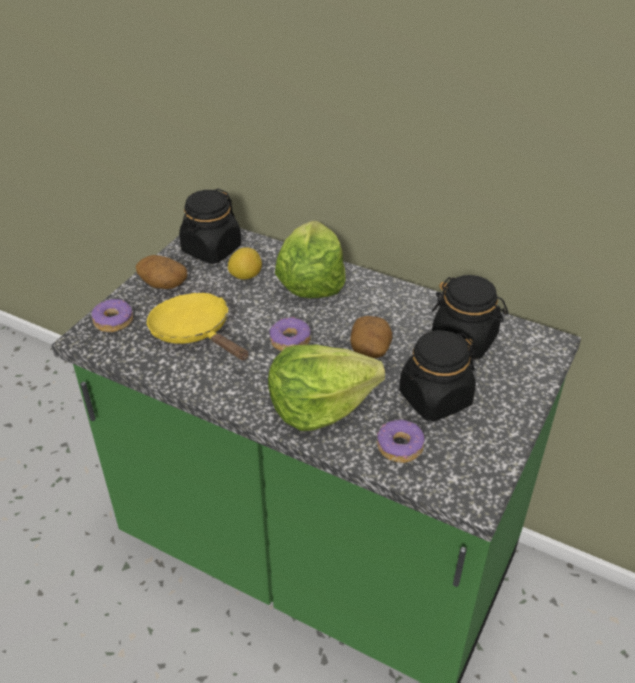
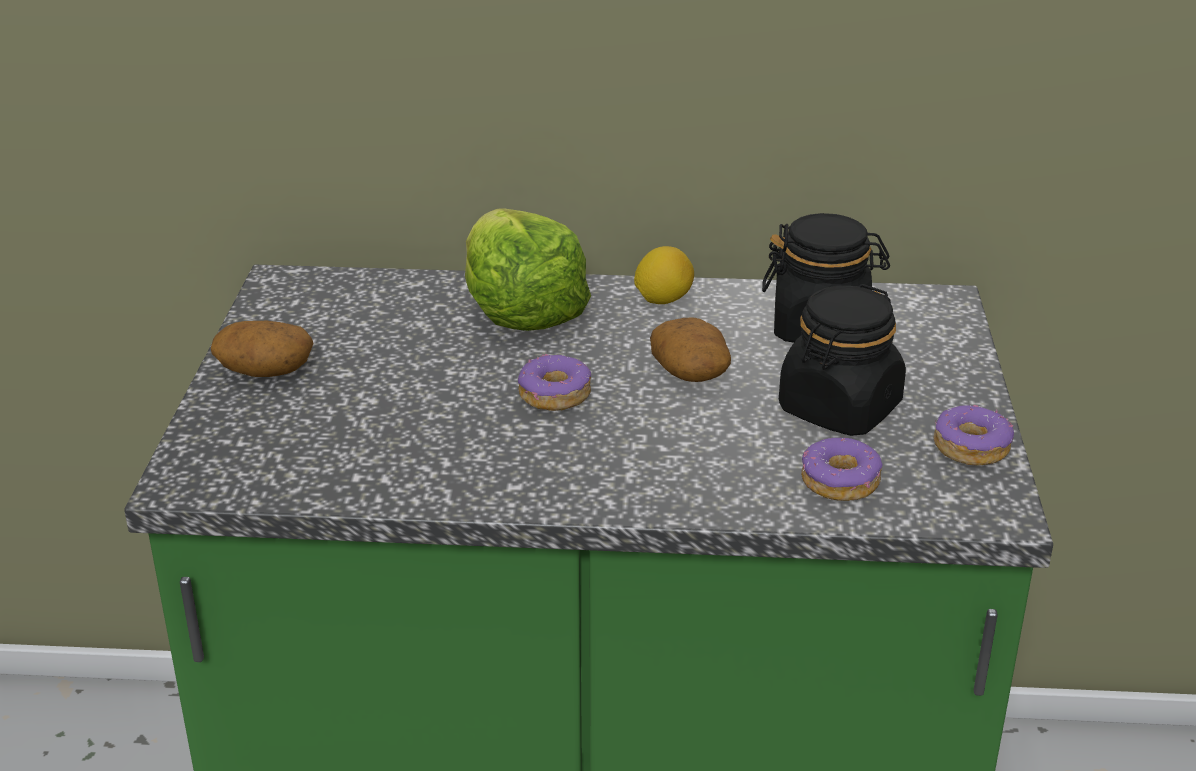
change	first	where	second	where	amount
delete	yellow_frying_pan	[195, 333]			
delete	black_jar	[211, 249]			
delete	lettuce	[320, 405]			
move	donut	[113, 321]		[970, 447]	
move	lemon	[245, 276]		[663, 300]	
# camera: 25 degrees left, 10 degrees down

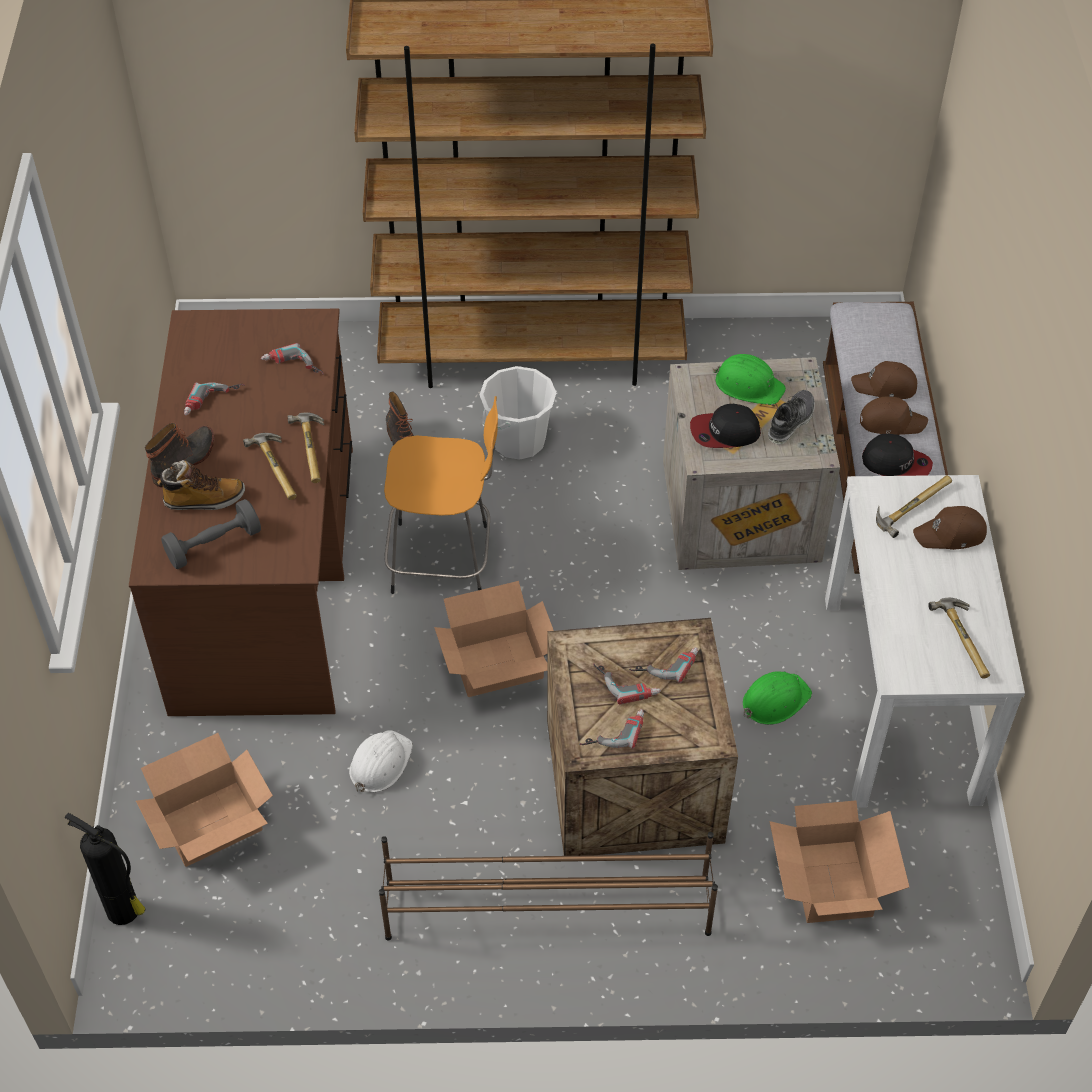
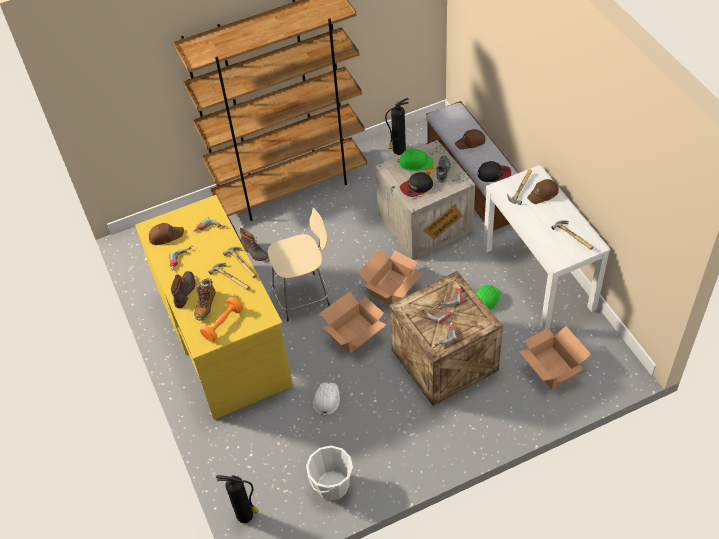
change	first	where	second	where	amount
delete	brown_shoe_rack	[546, 908]			
insert			fire_extinguisher	[398, 151]	
move	cardboard_box	[210, 823]		[390, 287]	
move	white_bucket	[518, 440]		[332, 485]	
move	brown_cap	[891, 422]		[166, 236]	
recolor	brown_desk	[267, 575]	yellow_desk	[223, 336]	
recolor	grey_dumbbell	[214, 545]	orange_dumbbell	[223, 324]	
recolor	orange_stool	[444, 559]	beige_stool	[303, 296]	
rotate	boot	[204, 500]		[205, 305]	135 degrees clockwise
# camera: 20 degrees left, 0 degrees up

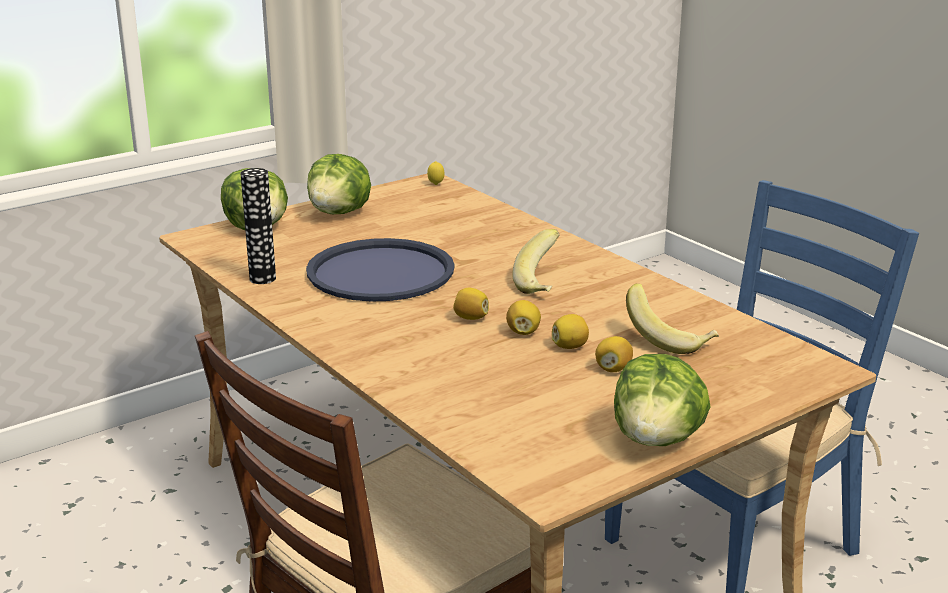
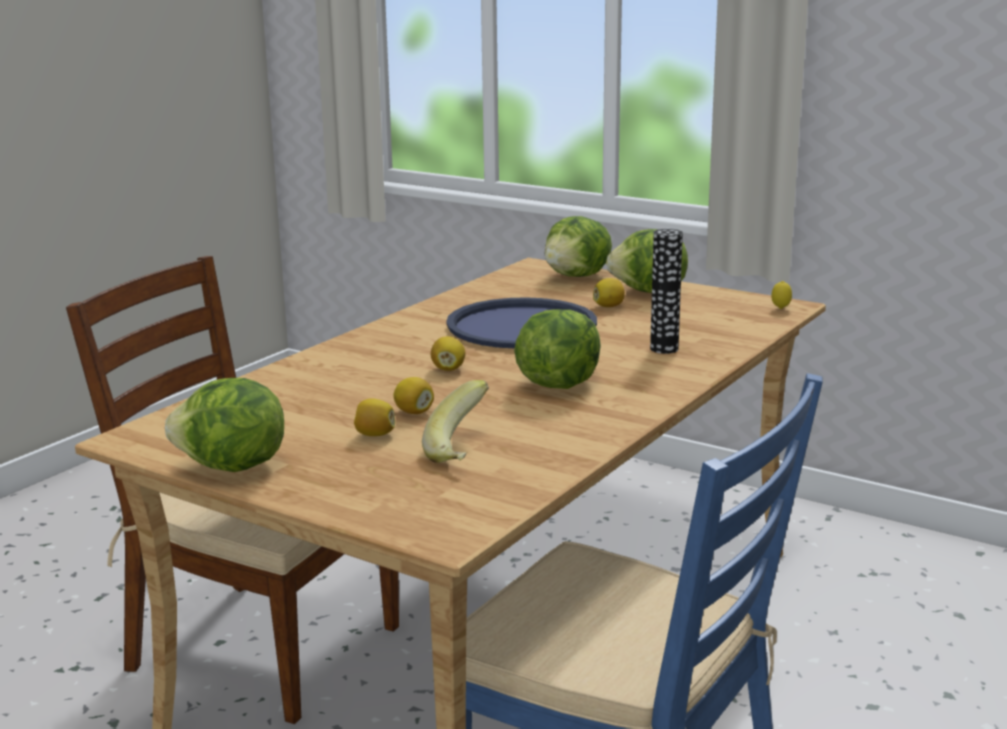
change	first	where	second	where	amount
move	vase	[262, 279]		[664, 349]	
move	lemon	[523, 332]		[609, 306]	
replace	banana	[543, 284]	lettuce	[558, 383]	
# camera: 70 degrees right, 5 degrees down

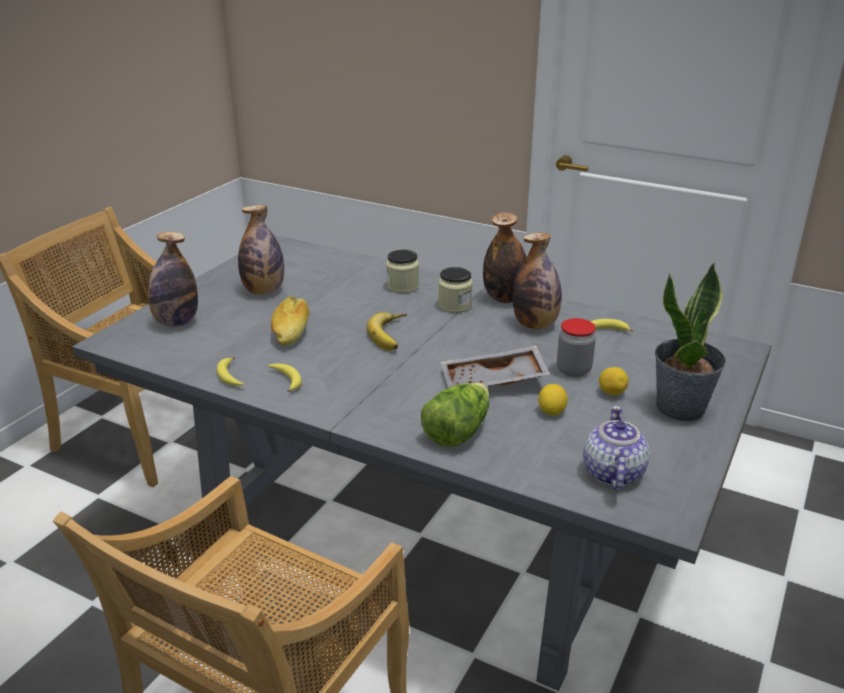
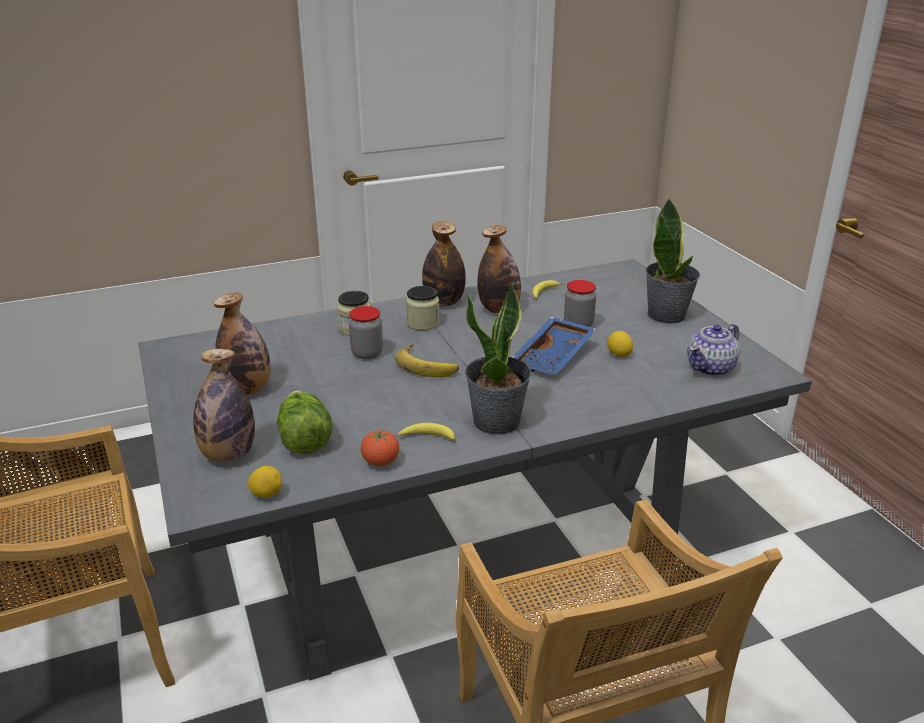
change	first	where	second	where	amount
delete	bread	[292, 331]			
insert			jar	[367, 353]	
insert			potted_plant	[497, 422]	
move	lettuce	[457, 431]		[304, 438]	
move	lemon	[611, 393]		[267, 494]	
replace	banana	[230, 377]	tomato	[380, 462]	
recolor	grey_tray	[493, 382]	blue_tray	[554, 357]	
rotate	teapot	[612, 473]		[711, 368]	90 degrees counterclockwise
# camera: 50 degrees left, 0 degrees up

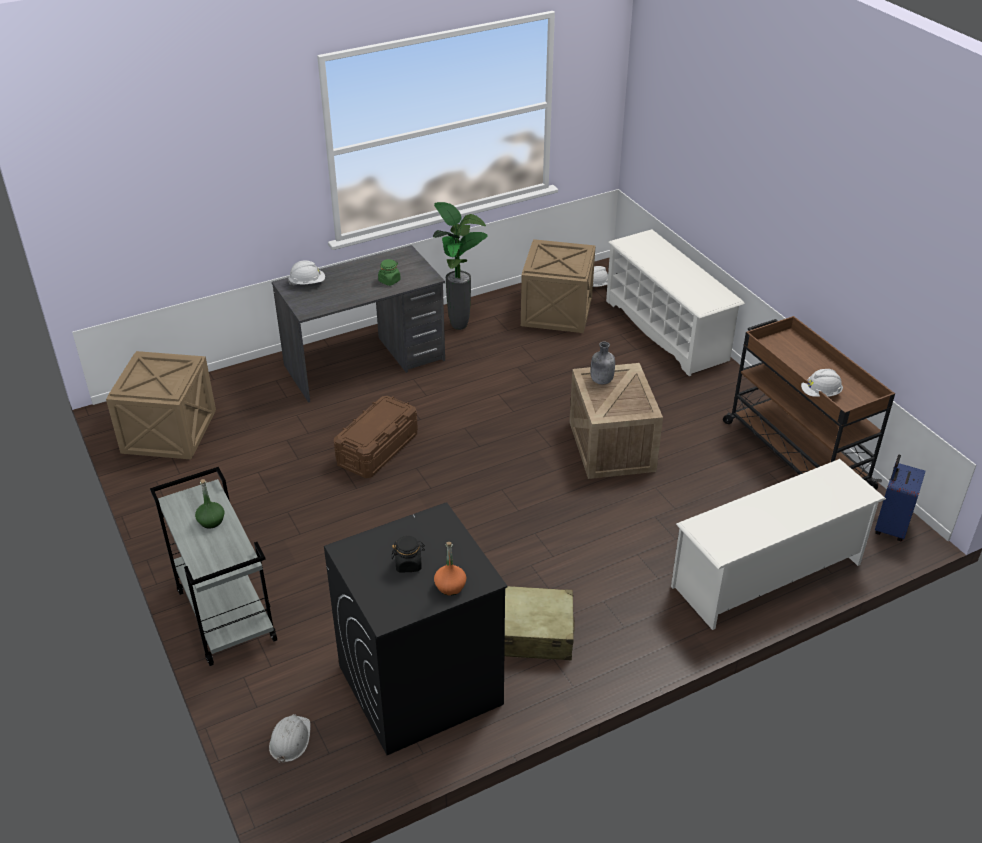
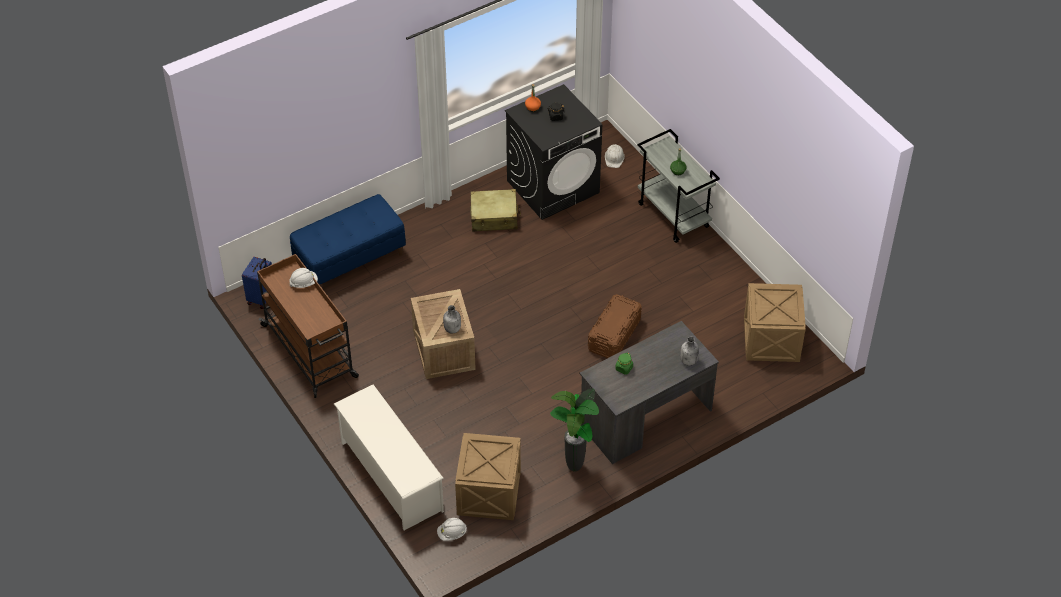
change	first	where	second	where	amount
replace	white_hard_hat	[307, 283]	grey_bottle	[689, 361]	
replace	white_shoe_rack	[767, 575]	blue_bench	[350, 260]	
# camera: 175 degrees right, 10 degrees up

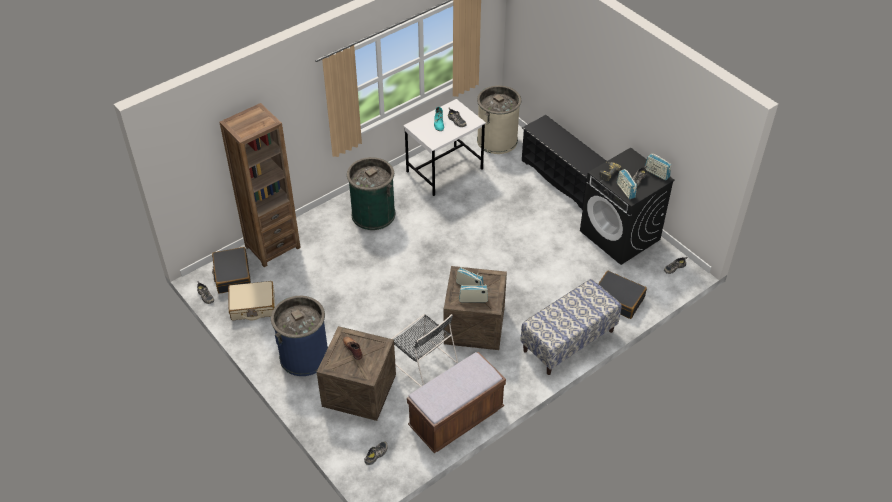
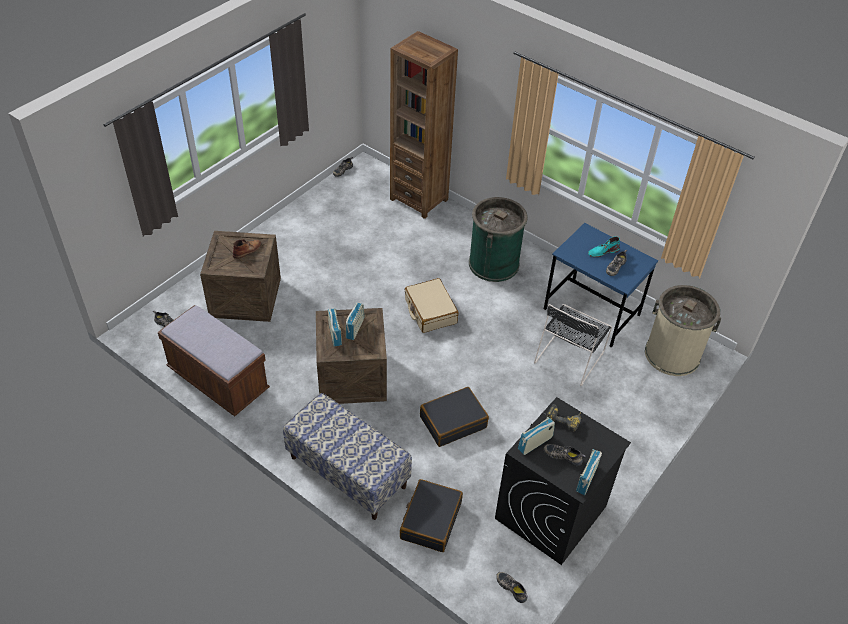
change	first	where	second	where	amount
delete	blue_trash_can	[304, 356]			
delete	black_shoe_rack	[563, 178]			
move	black_suitcase	[232, 275]		[453, 422]	
move	beige_suitcase	[253, 306]		[430, 311]	
move	black_chair	[422, 361]		[570, 356]	
recolor	white_desk	[444, 170]	blue_desk	[592, 312]	
# camera: 75 degrees right, 0 degrees up

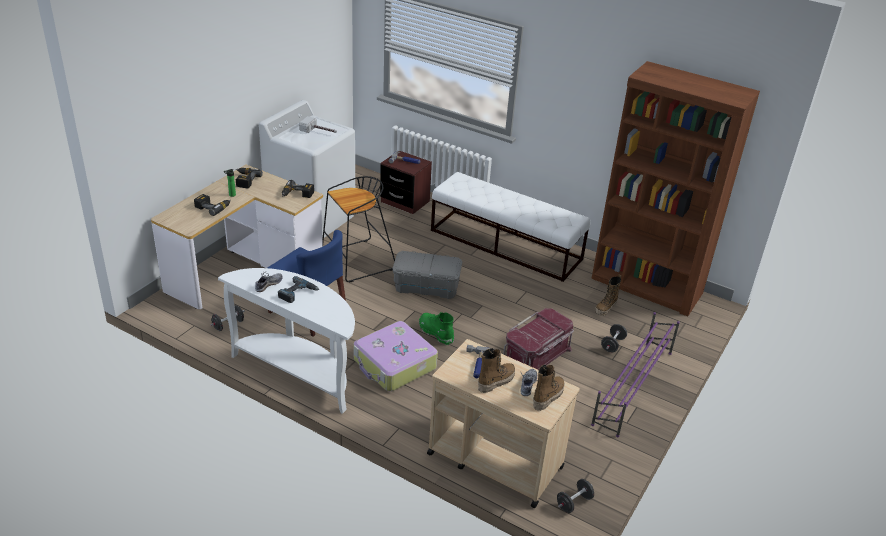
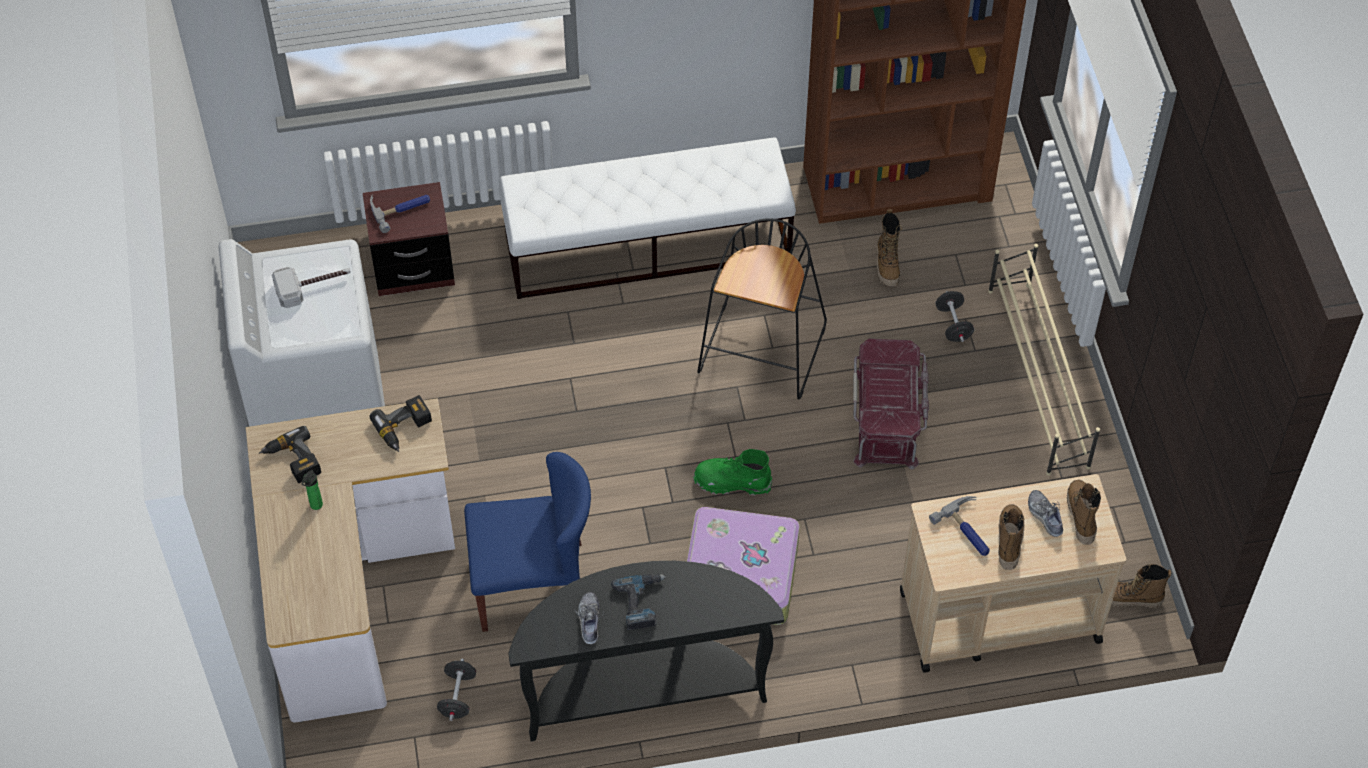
change	first	where	second	where	amount
delete	power_drill	[213, 207]			
delete	grey_storage_box	[426, 286]			
move	black_stool	[357, 261]		[762, 352]	
replace	black_dumbbell	[574, 502]	boot	[1130, 599]	
recolor	white_console_table	[299, 373]	black_console_table	[643, 690]	
recolor	purple_shoe_rack	[632, 387]	beige_shoe_rack	[1037, 378]	
# camera: 40 degrees left, 20 degrees up

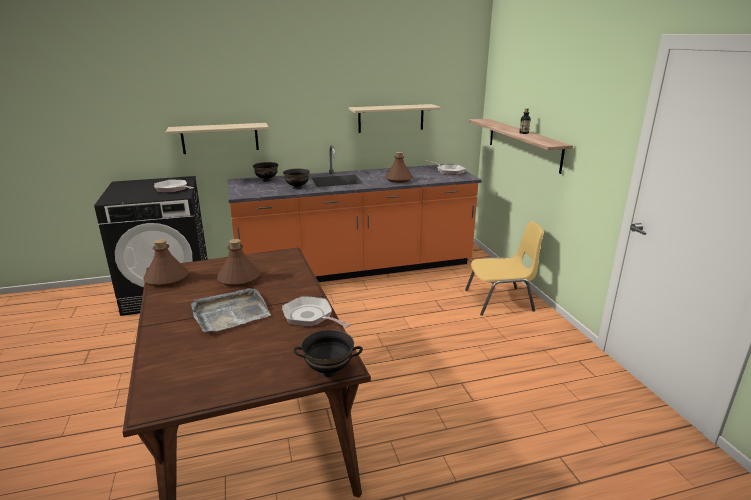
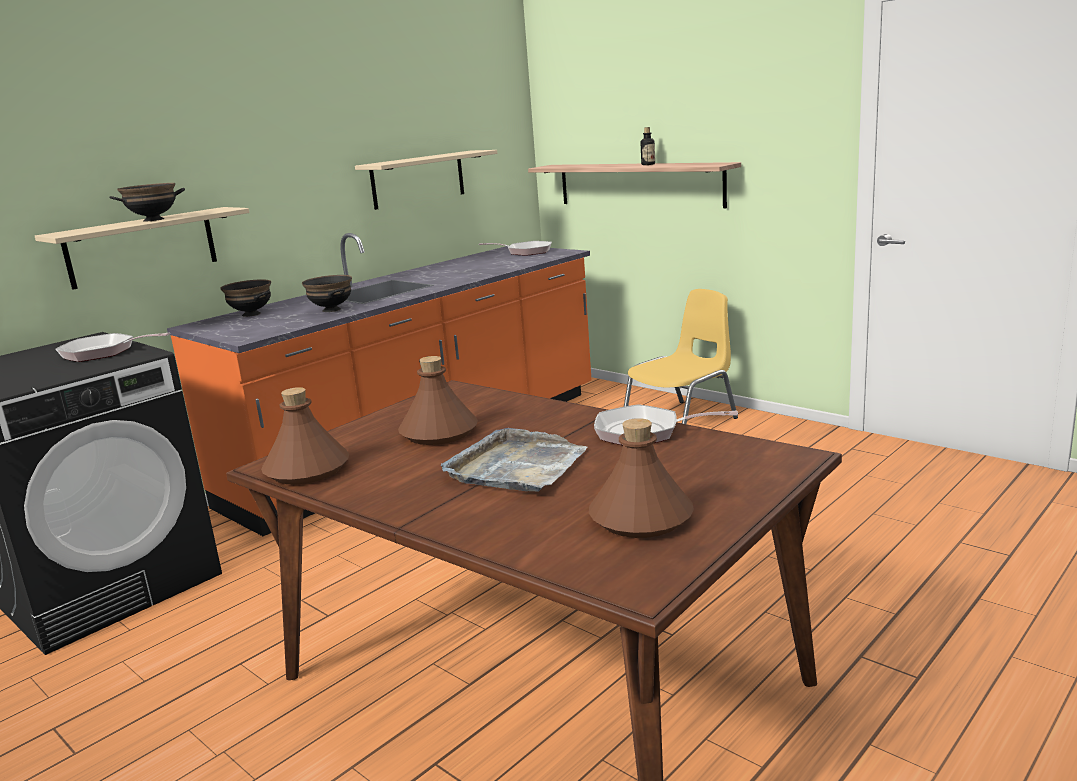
change	first	where	second	where	amount
move	black_bowl	[328, 371]		[153, 220]	
move	brown_bottle	[398, 179]		[640, 518]	
# camera: 30 degrees left, 5 degrees down

